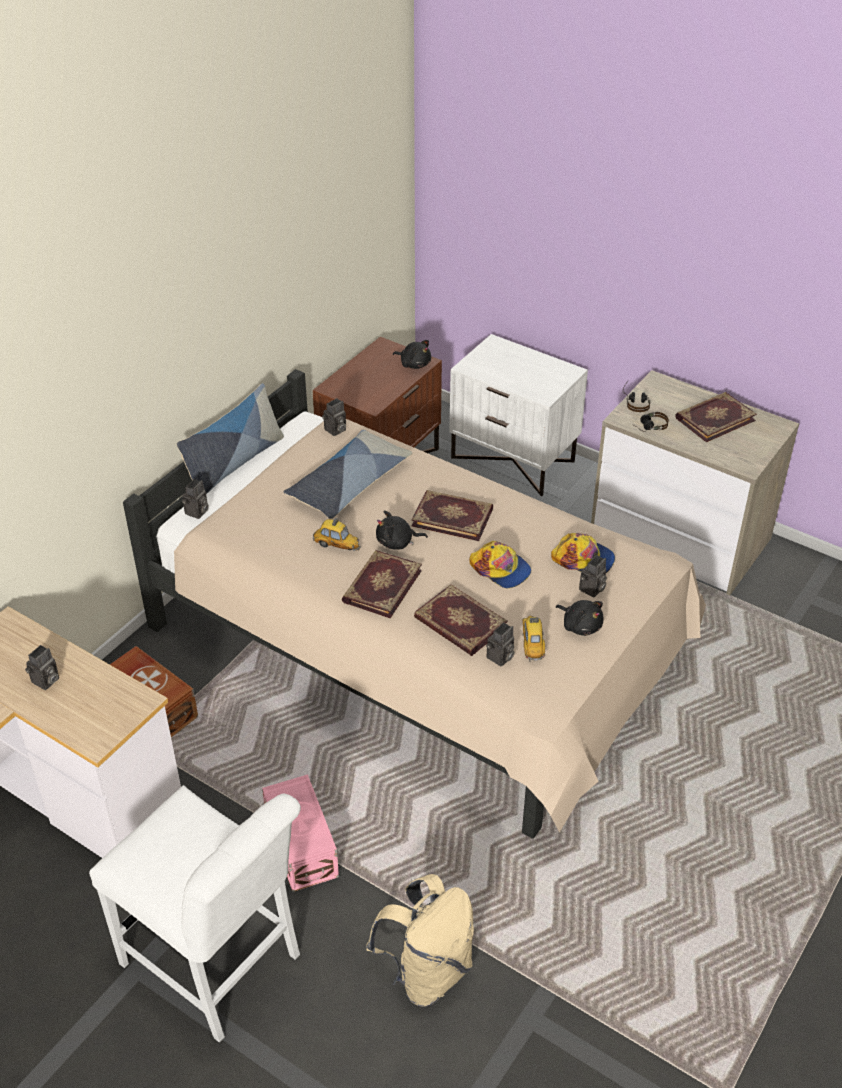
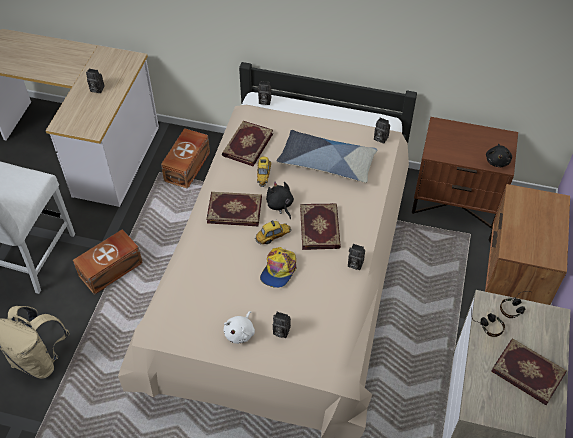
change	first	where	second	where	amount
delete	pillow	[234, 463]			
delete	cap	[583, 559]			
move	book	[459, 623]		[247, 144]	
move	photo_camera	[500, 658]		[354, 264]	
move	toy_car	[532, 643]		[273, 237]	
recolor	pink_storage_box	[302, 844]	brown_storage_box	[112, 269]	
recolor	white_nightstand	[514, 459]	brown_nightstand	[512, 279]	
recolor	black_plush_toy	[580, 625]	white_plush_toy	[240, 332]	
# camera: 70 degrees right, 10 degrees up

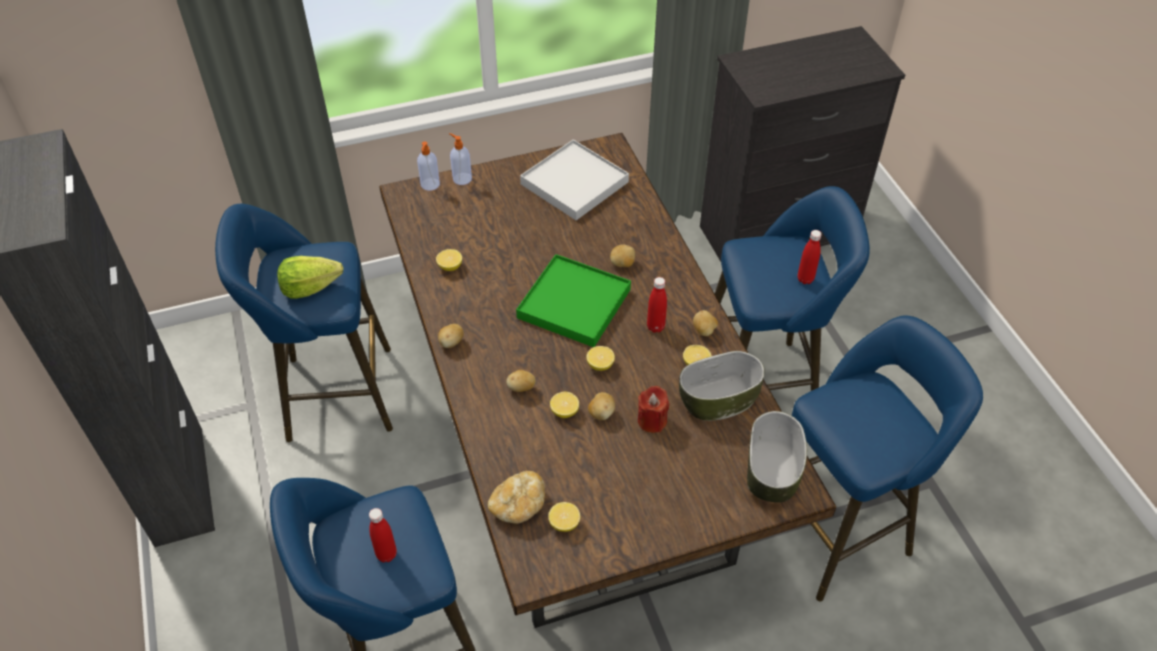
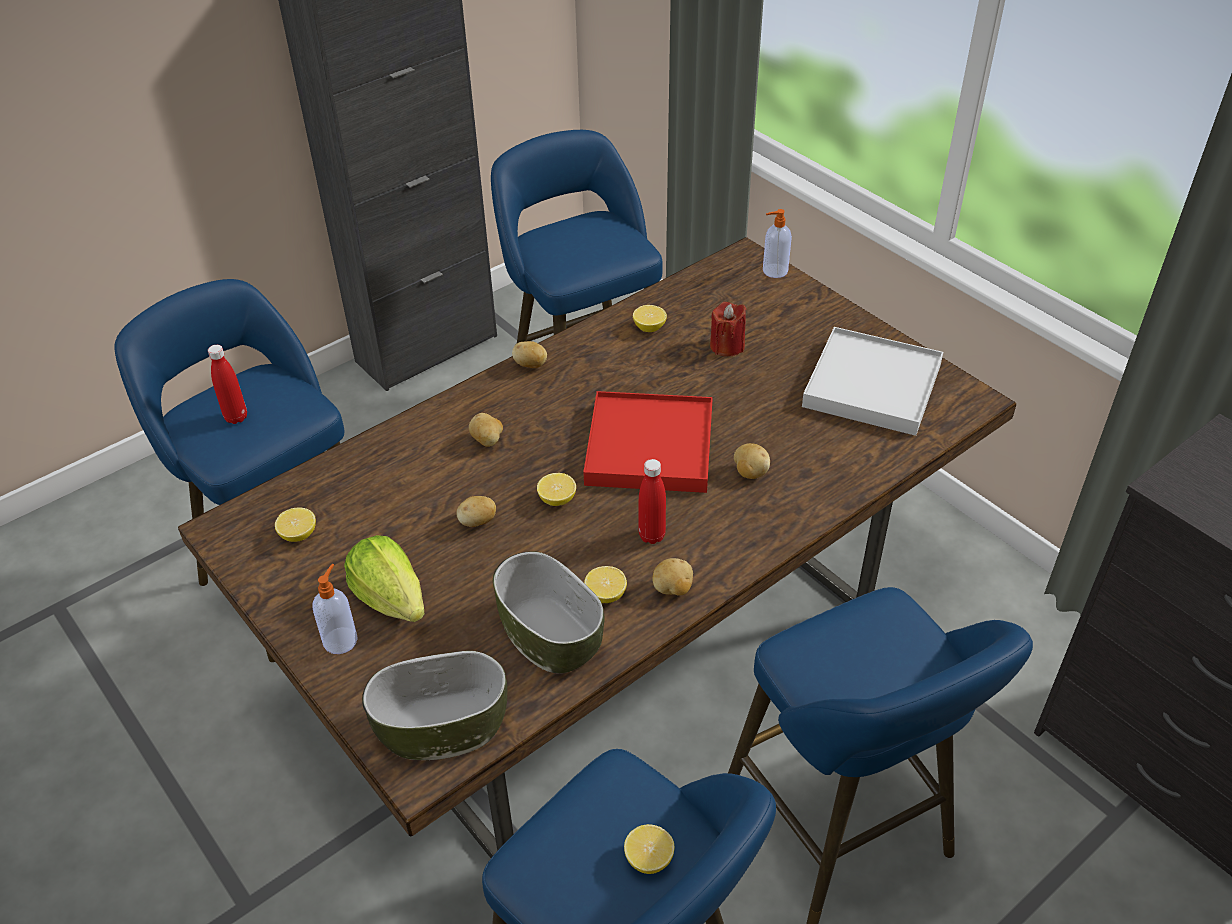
change	first	where	second	where	amount
delete	bread	[518, 506]			
delete	red_bottle	[805, 279]			
move	lettuce	[310, 287]		[391, 598]	
move	soap_dispenser	[461, 178]		[341, 639]	
move	lemon	[564, 411]		[649, 858]	
move	red_candle	[652, 421]		[727, 346]	
recolor	green_tray	[573, 304]	red_tray	[649, 446]	
# camera: 70 degrees right, 5 degrees down

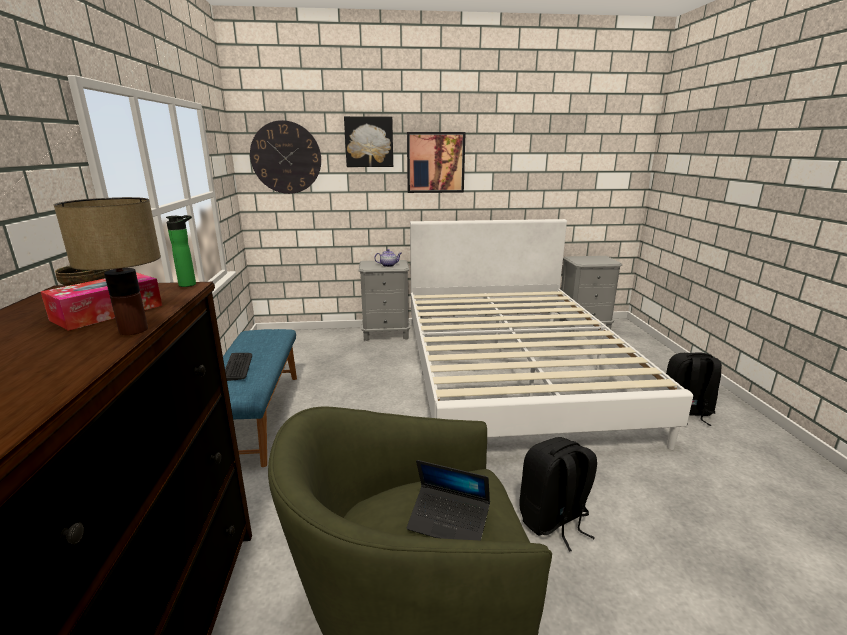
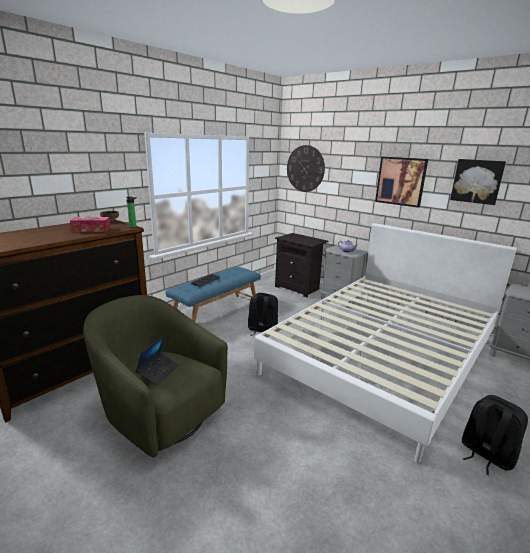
change	first	where	second	where	amount
delete	table_lamp	[132, 330]			
insert			black_nightstand	[298, 288]	
move	picture	[369, 142]		[477, 181]	
move	black_backpack	[553, 521]		[262, 330]	
rotate	laptop	[448, 522]		[158, 371]	135 degrees counterclockwise
# camera: 45 degrees right, 0 degrees up

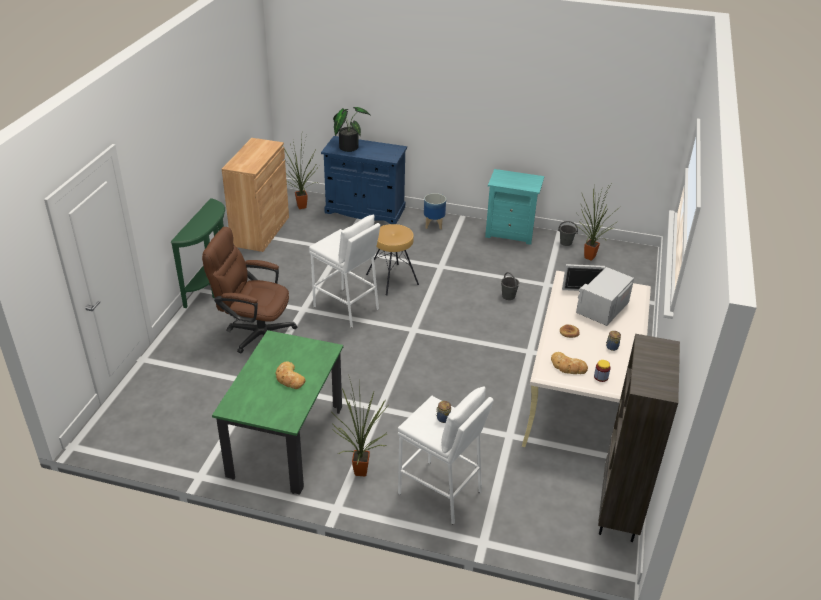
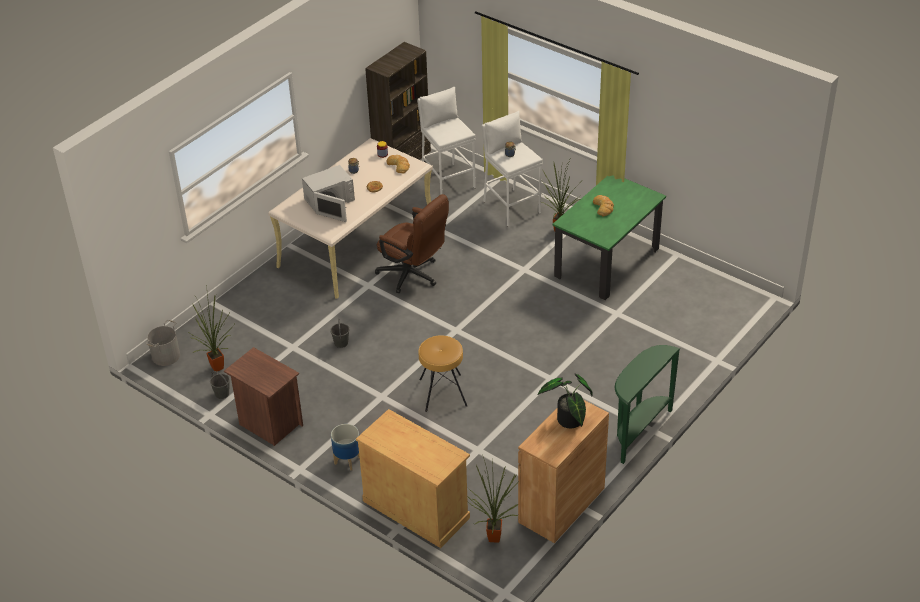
change	first	where	second	where	amount
insert			grey_bucket	[166, 356]	
move	brown_office_chair	[254, 333]		[413, 276]	
move	white_stool	[346, 308]		[448, 181]	
move	potted_plant	[348, 146]		[569, 422]	
recolor	blue_cabinet	[365, 210]	beige_cabinet	[416, 509]	
recolor	turquoise_nightstand	[511, 233]	brown_nightstand	[269, 424]	
# camera: 155 degrees left, 5 degrees up

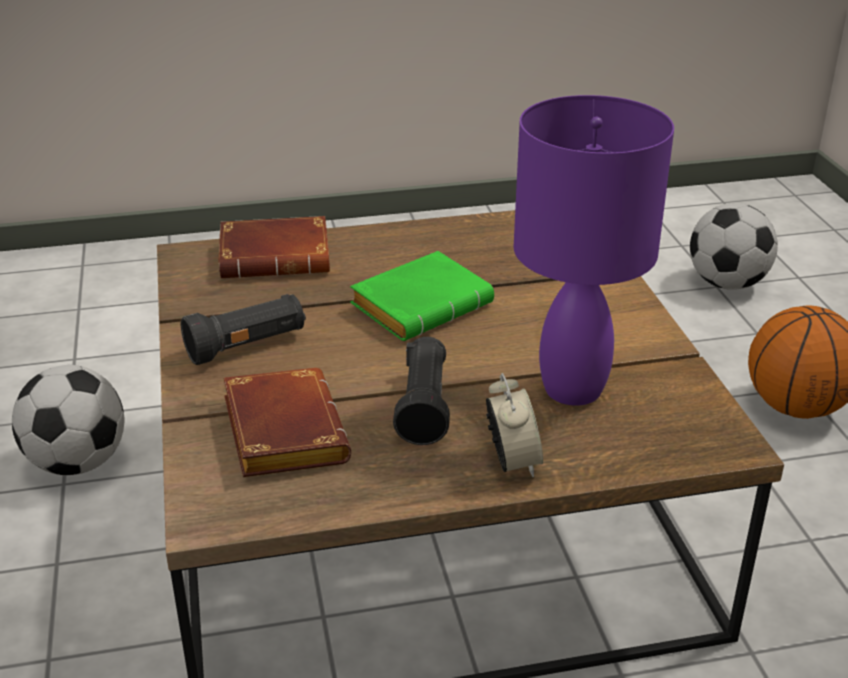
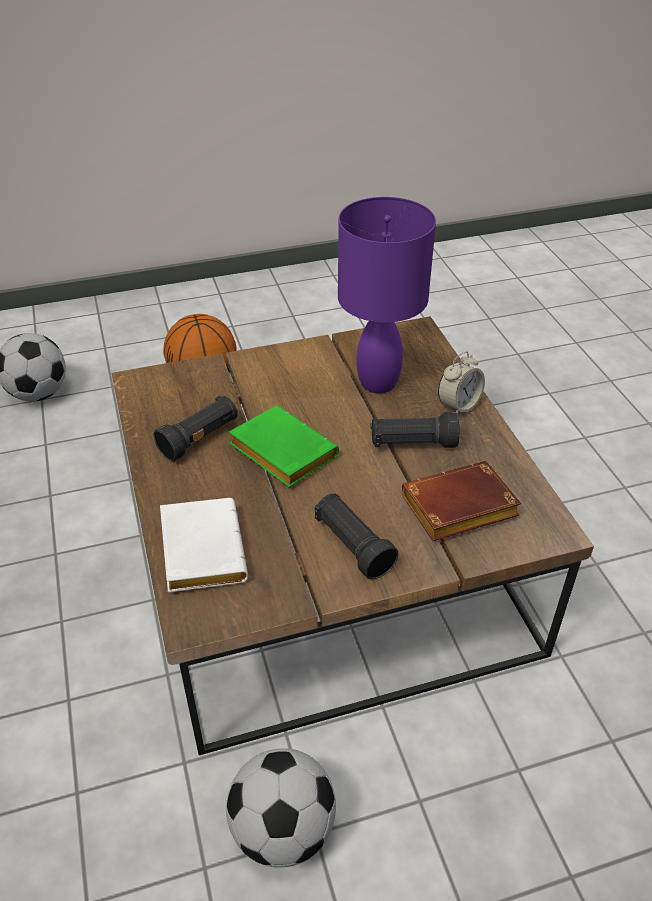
change	first	where	second	where	amount
insert			black_flashlight	[200, 439]	
recolor	brown_book	[278, 257]	white_book	[199, 549]	
rotate	alarm_clock	[512, 462]		[458, 405]	150 degrees clockwise
# camera: 95 degrees left, 10 degrees up

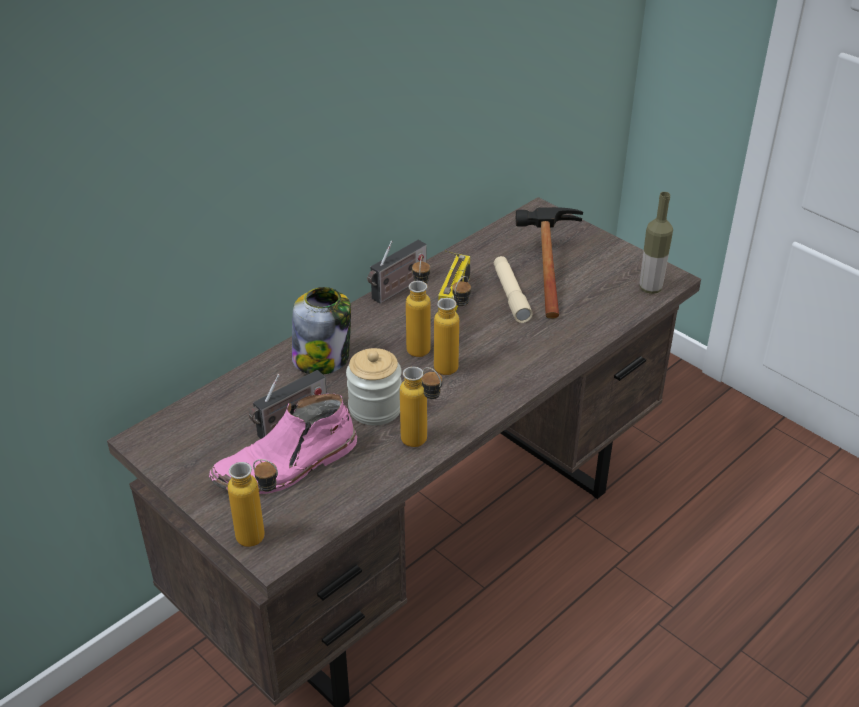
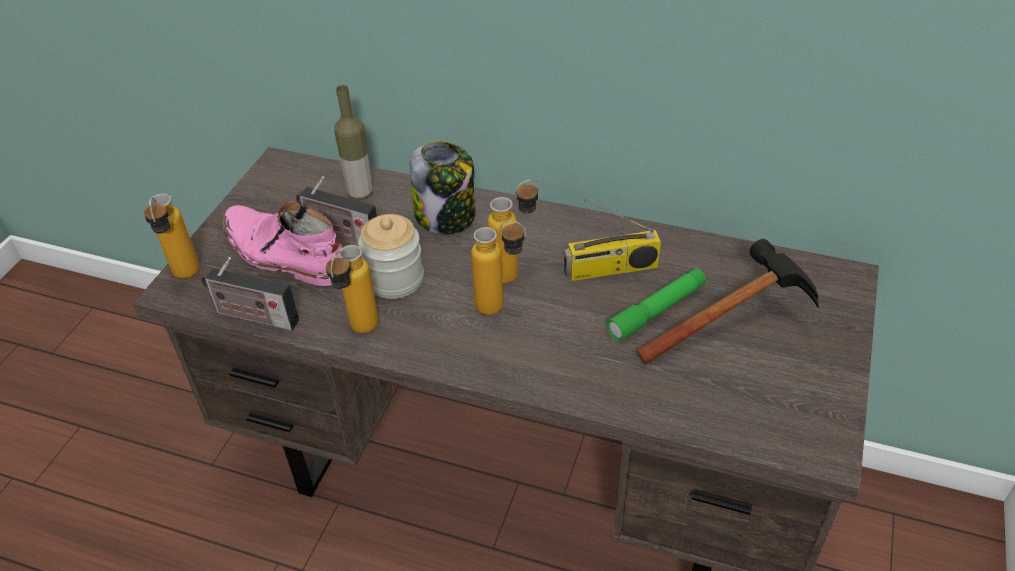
change	first	where	second	where	amount
move	radio	[397, 289]		[253, 317]	
move	bottle	[650, 288]		[360, 193]	
recolor	beige_flashlight	[511, 295]	green_flashlight	[657, 310]	
# camera: 65 degrees right, 5 degrees up

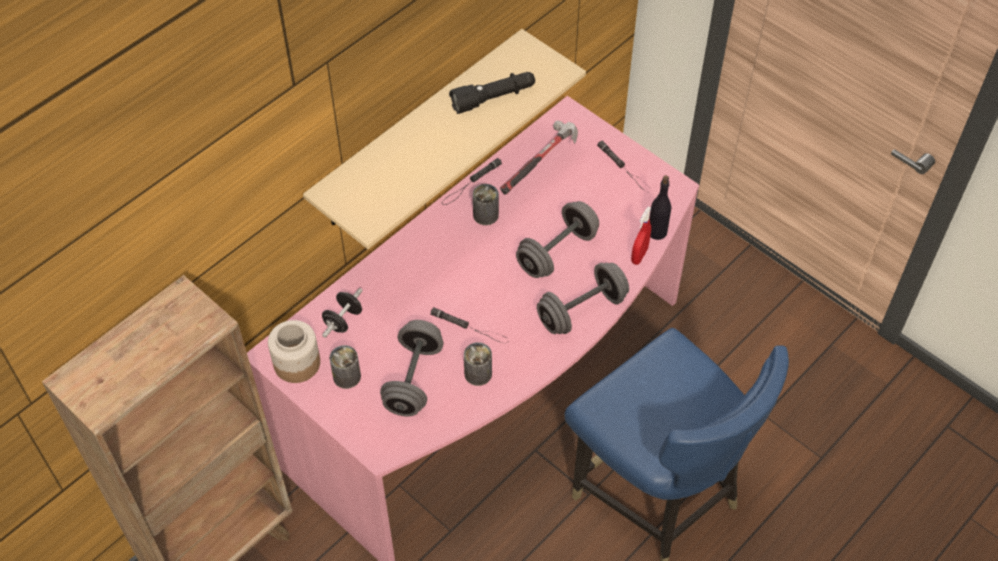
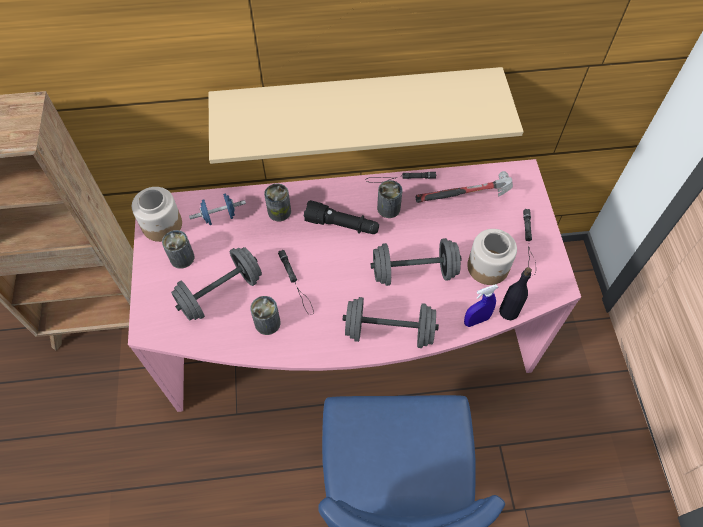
change	first	where	second	where	amount
insert			can	[279, 211]	
insert			jar	[488, 267]	
move	black_flashlight	[493, 98]		[342, 225]	
recolor	black_dumbbell	[343, 320]	blue_dumbbell	[219, 216]	
recolor	red_spray_bottle	[639, 255]	blue_spray_bottle	[476, 320]	
# camera: 40 degrees right, 5 degrees up

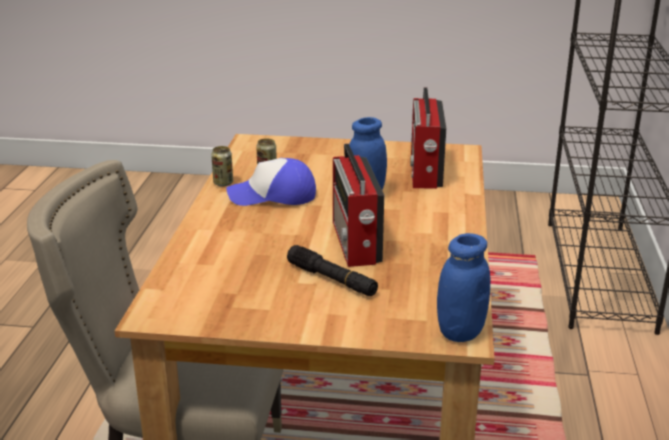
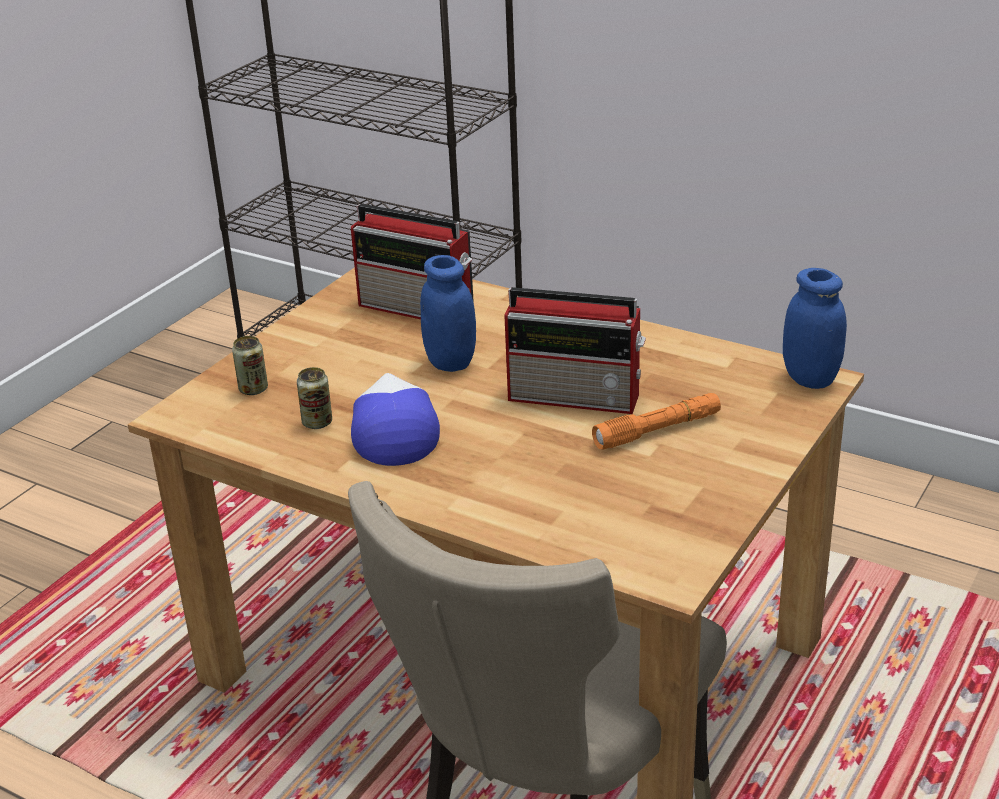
change	first	where	second	where	amount
move	can	[223, 183]		[253, 389]	
recolor	black_flashlight	[332, 280]	orange_flashlight	[657, 431]	
rotate	cap	[273, 196]		[393, 430]	150 degrees clockwise
# camera: 65 degrees left, 5 degrees up

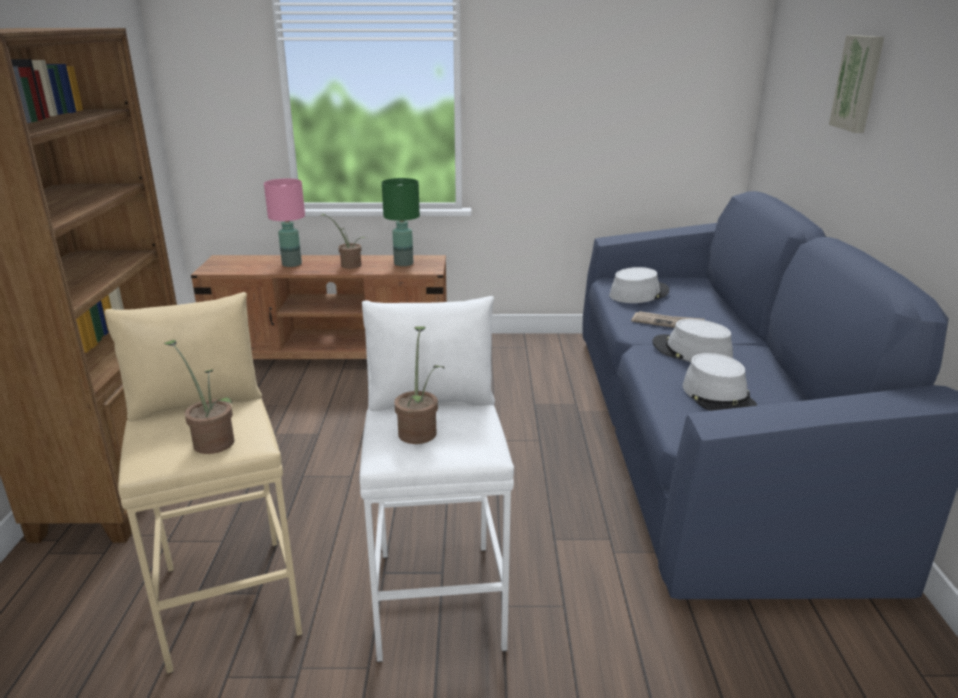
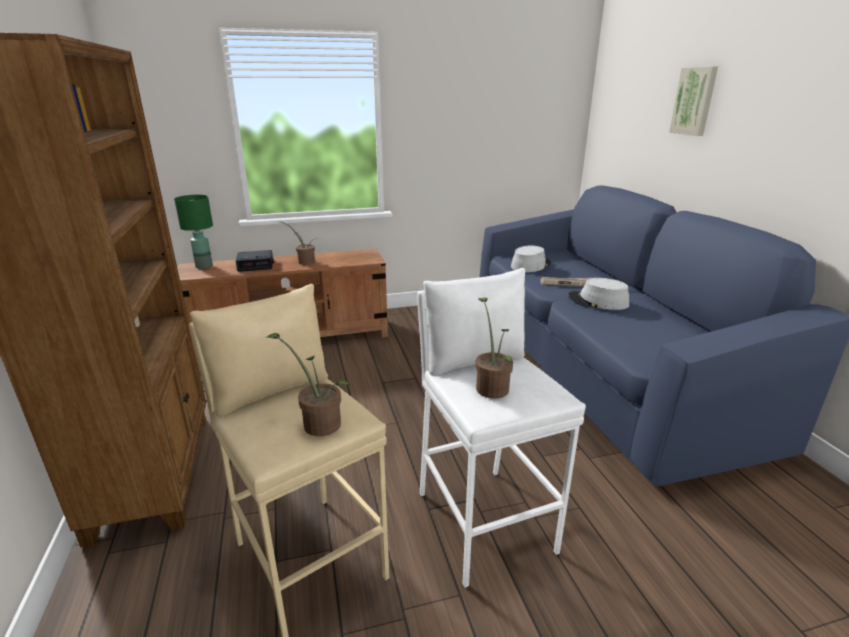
change	first	where	second	where	amount
delete	grey_hat	[718, 395]			
move	green_table_lamp	[404, 263]		[204, 266]	
replace	pink_table_lamp	[292, 264]	alarm_clock	[256, 265]	
# camera: 15 degrees left, 0 degrees up

